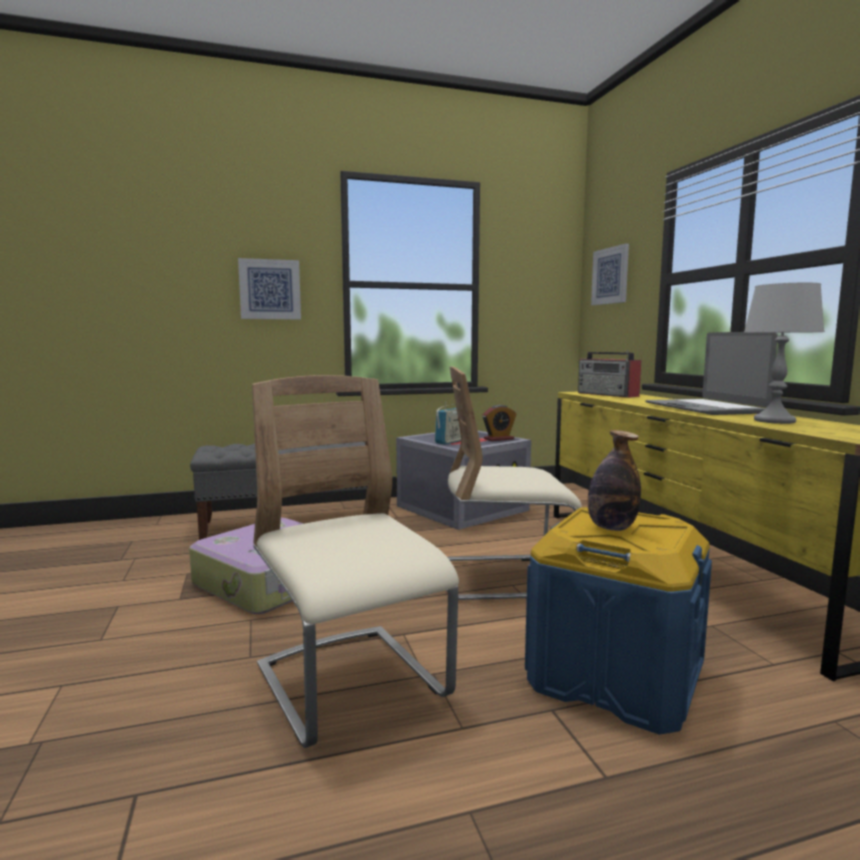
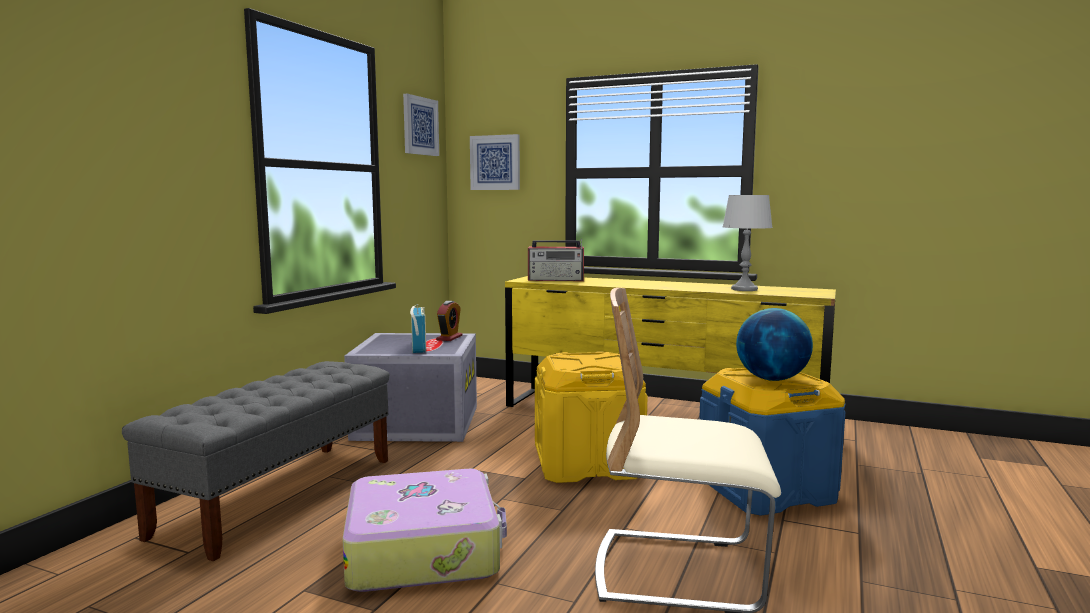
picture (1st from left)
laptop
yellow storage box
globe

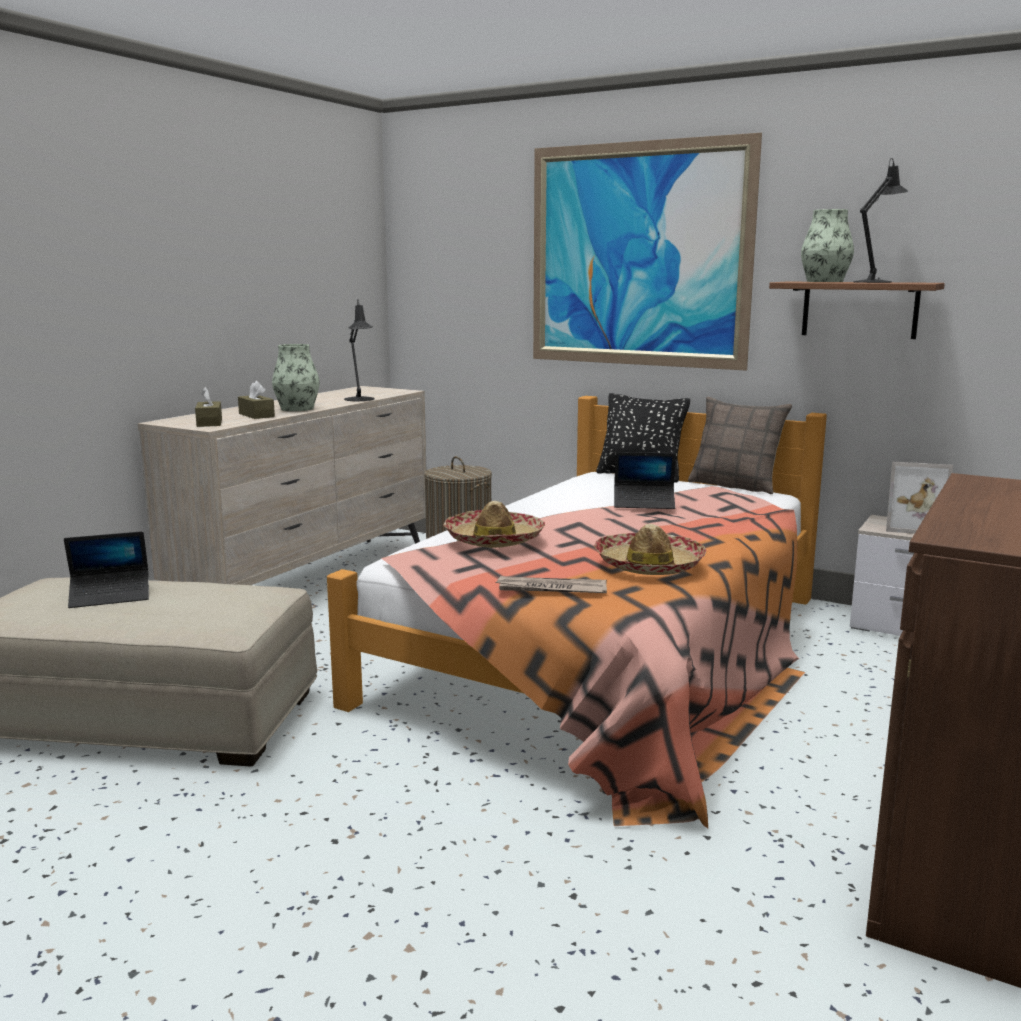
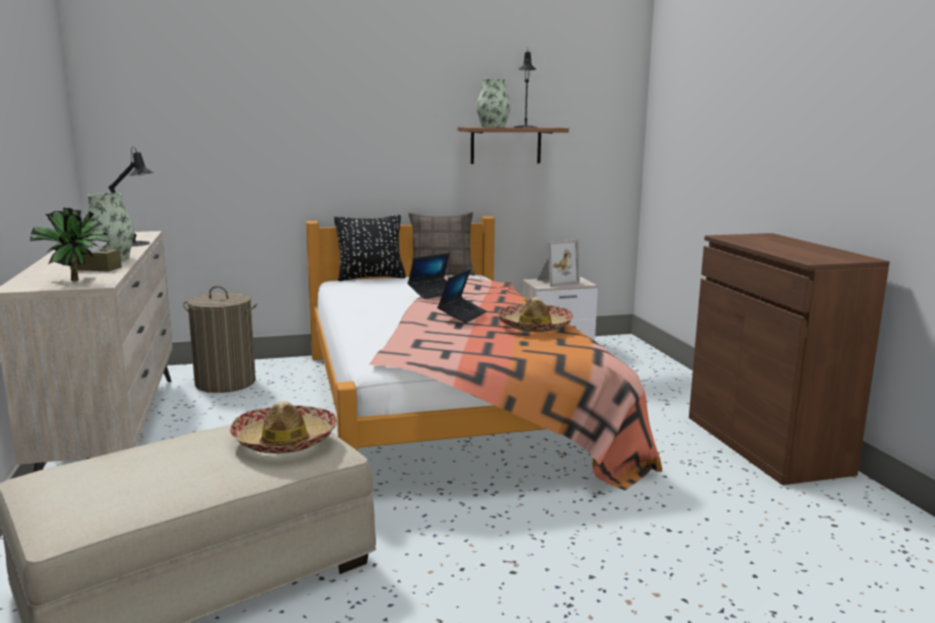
picture
potted plant
hat (1st from left)
laptop (2nd from left)
newspaper

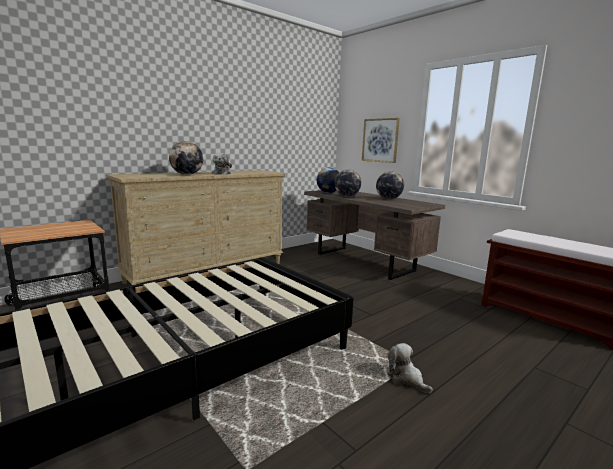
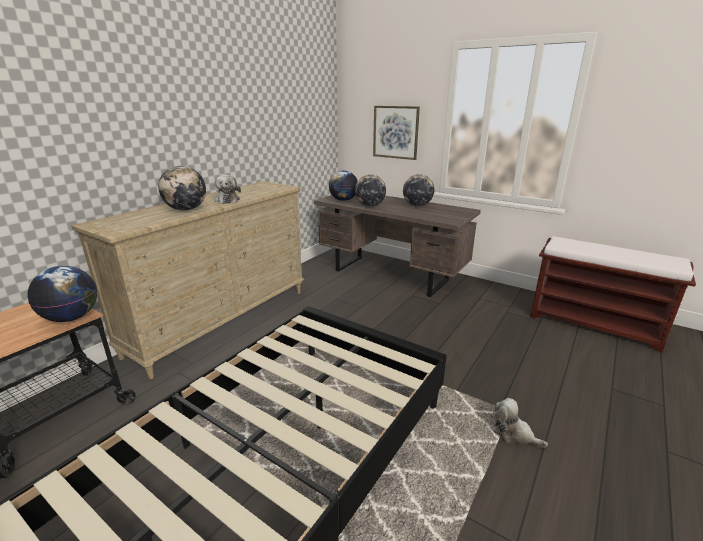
globe (1st from left)

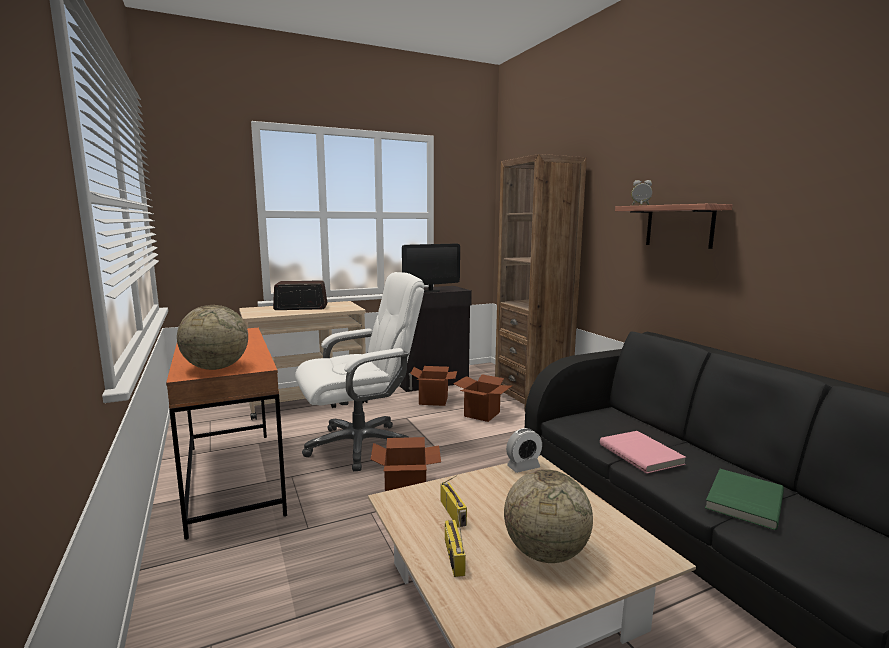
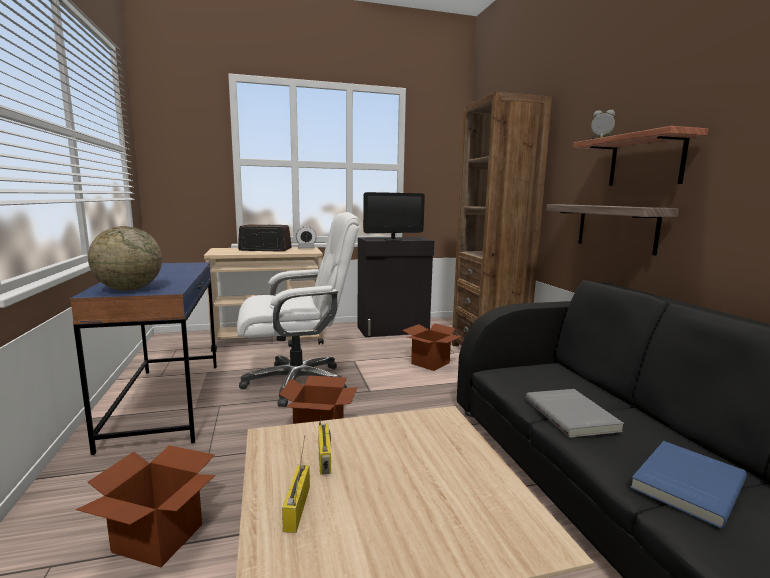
blue desk
cardboard box (1st from left)
alarm clock (1st from left)
grey book
globe (2nd from left in the first image)
blue book
shelf (1st from left)

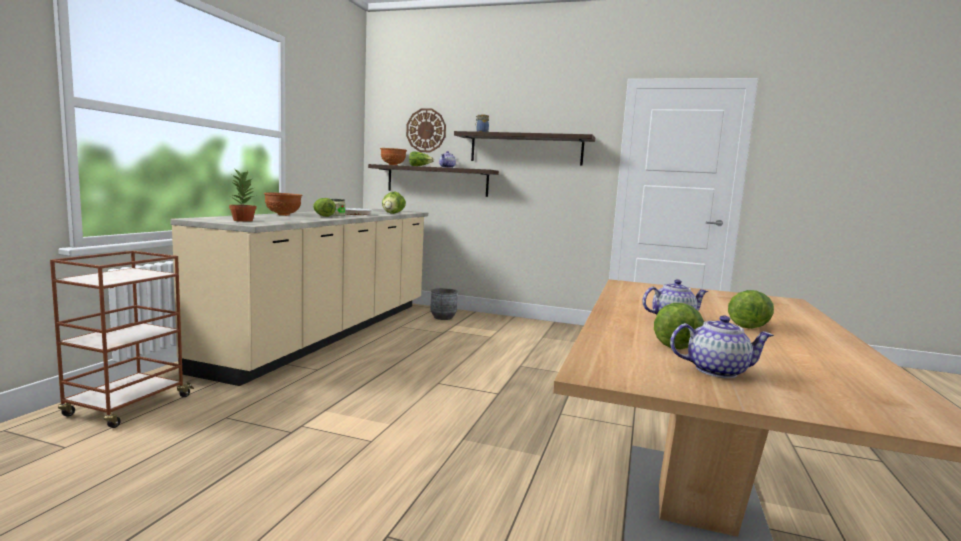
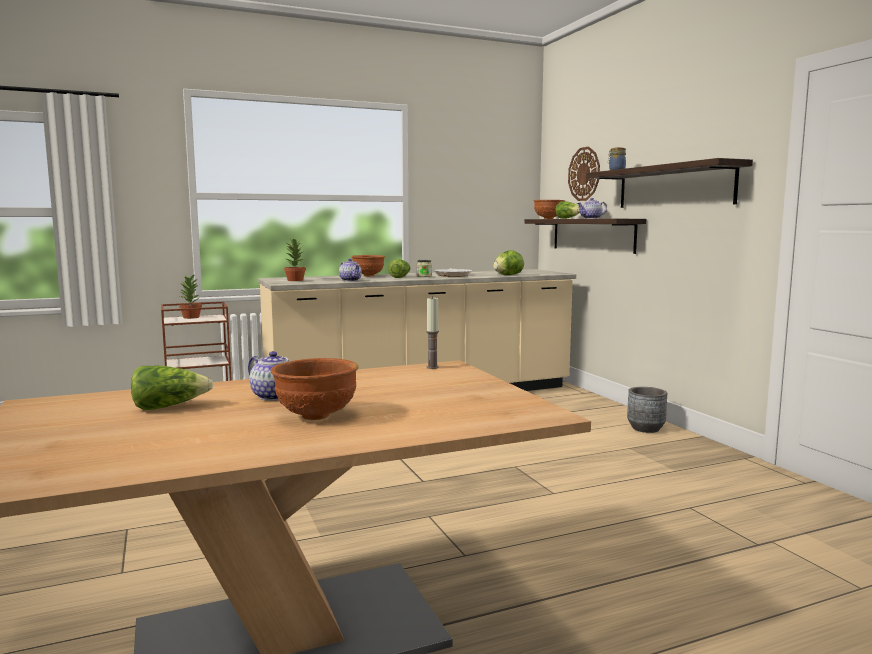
grey planter
brown bowl (1st from left)
teapot (2nd from left)
potted plant (1st from left)
candle

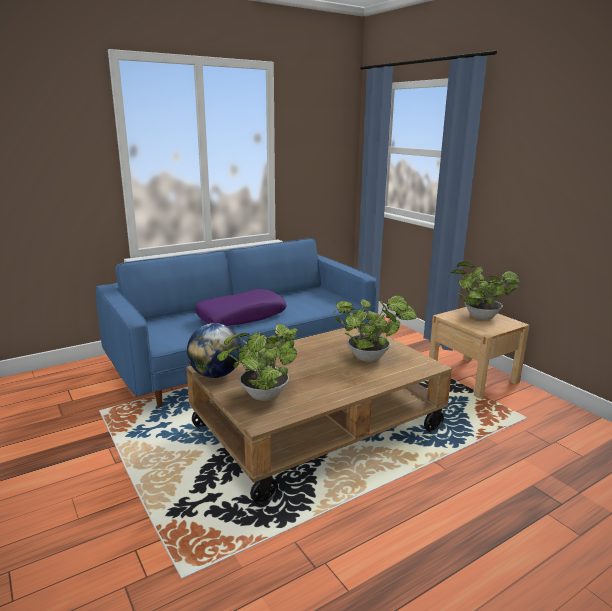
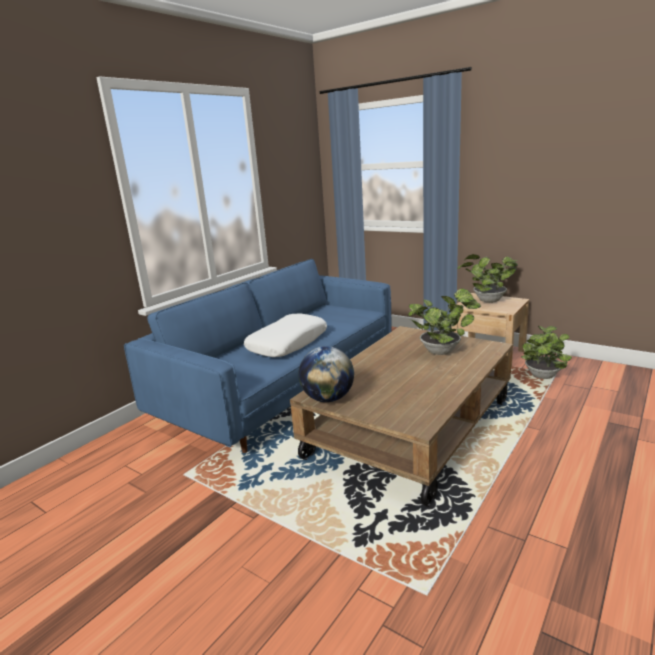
white pillow
potted plant (3rd from left)

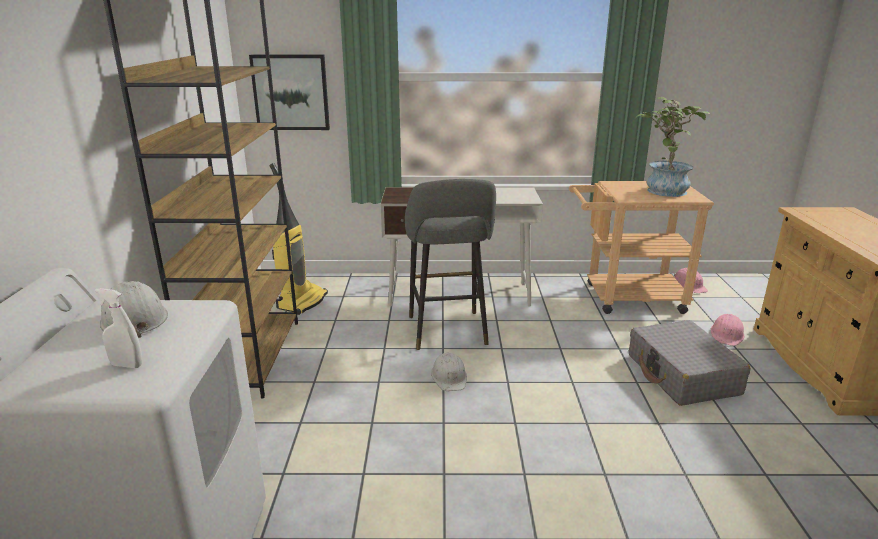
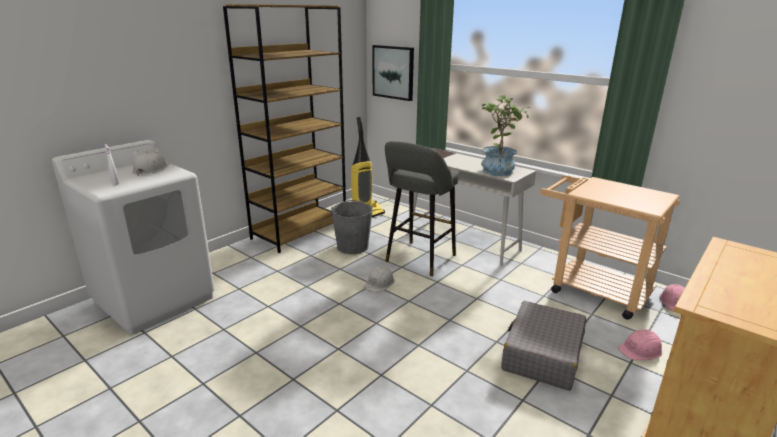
potted plant
grey bucket

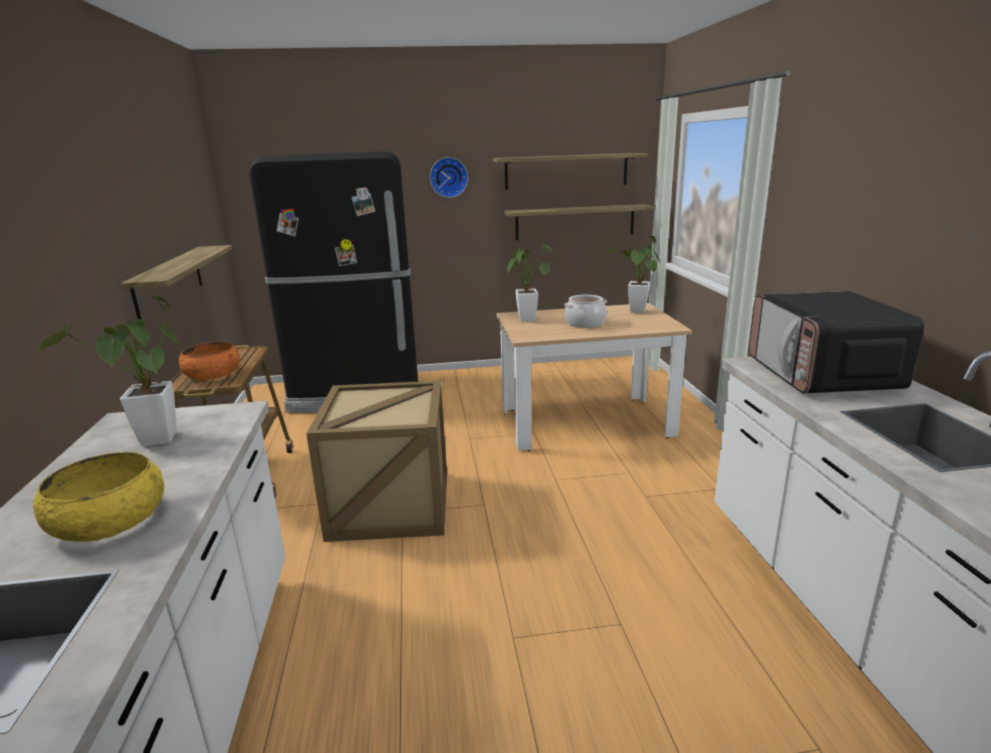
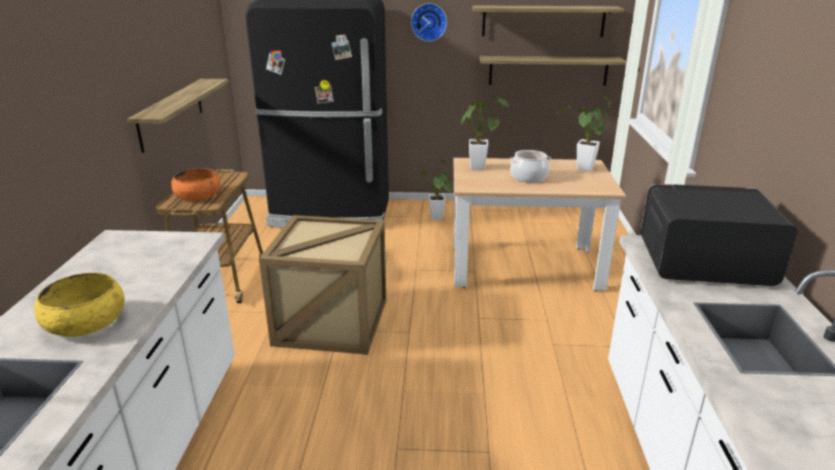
microwave
potted plant (1st from left)

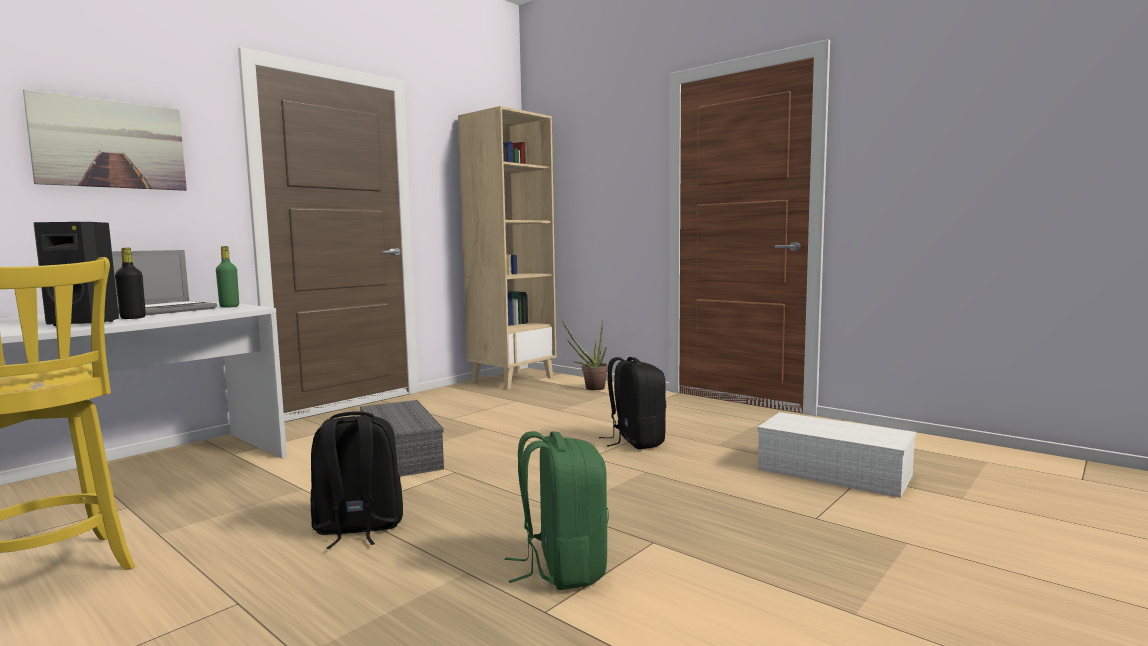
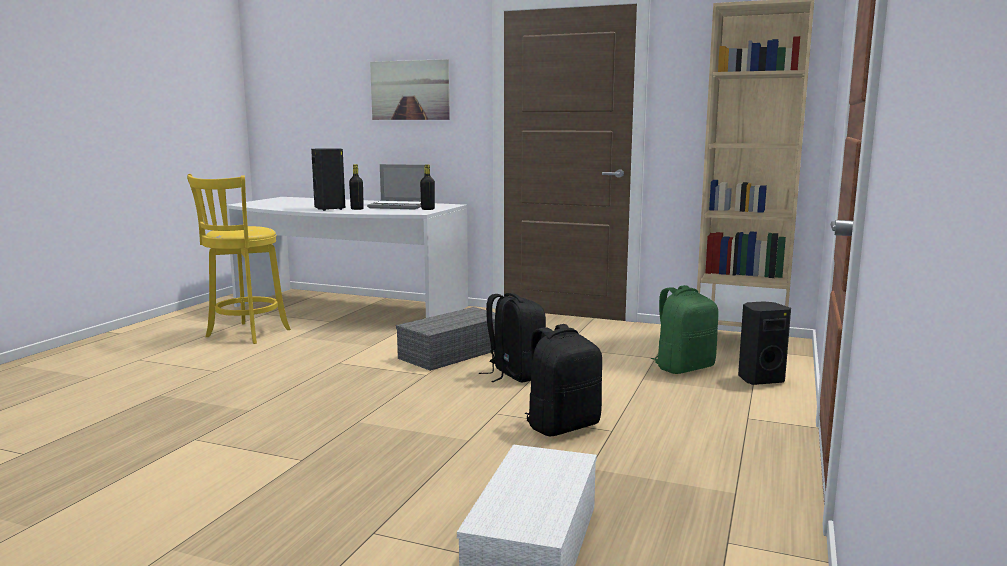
black bottle (2nd from left)
black speaker (2nd from left)
black backpack (1st from left)
green backpack

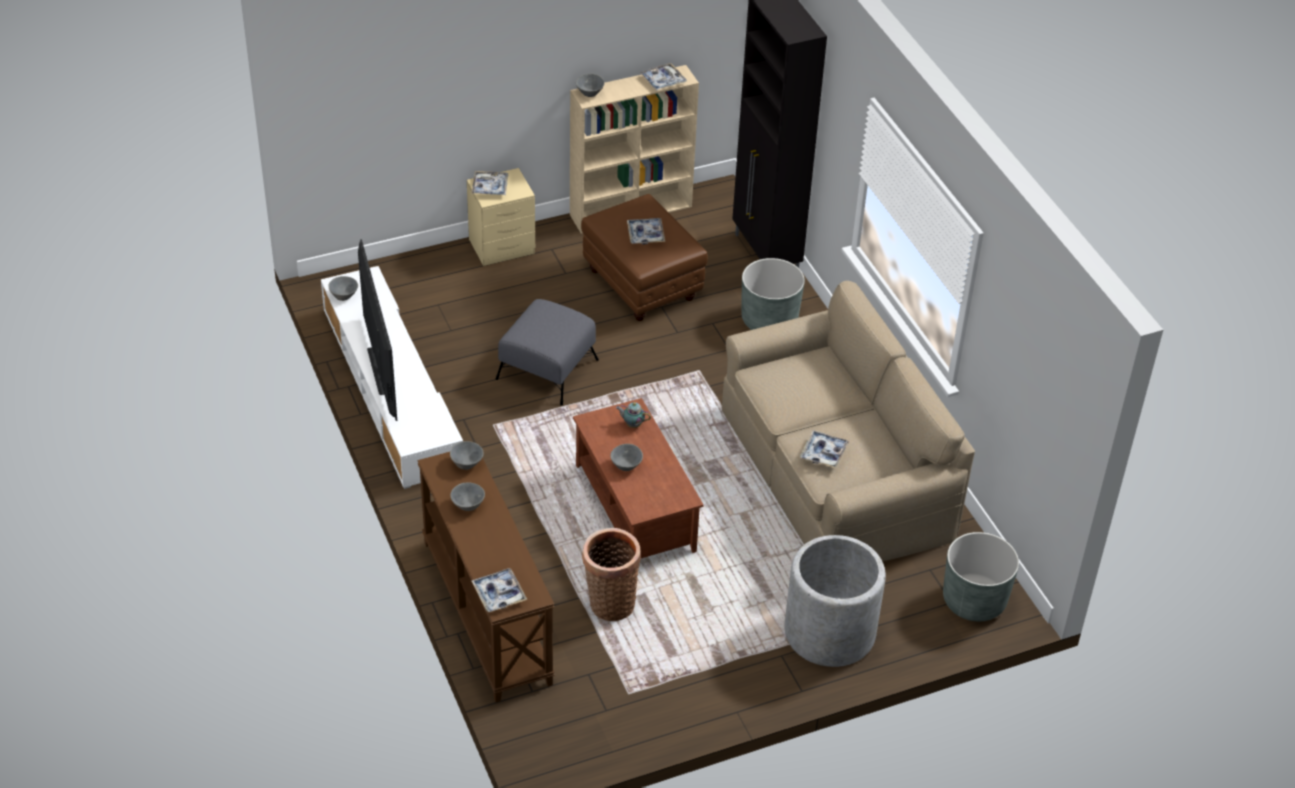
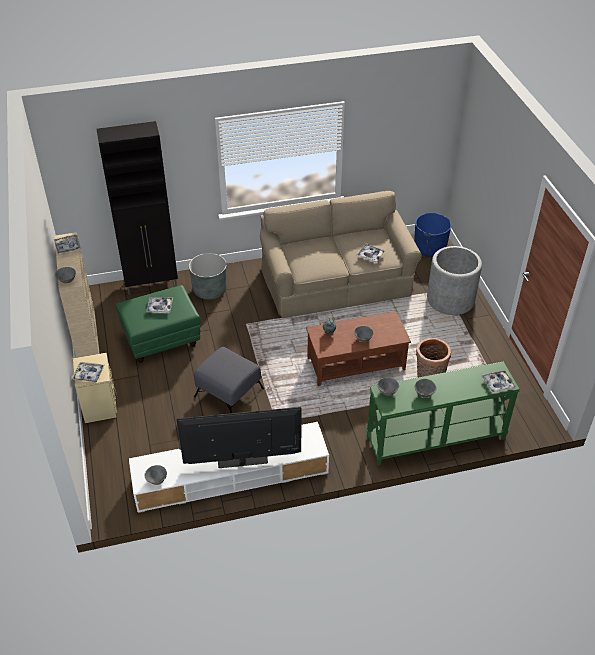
green ottoman
green console table
blue planter

